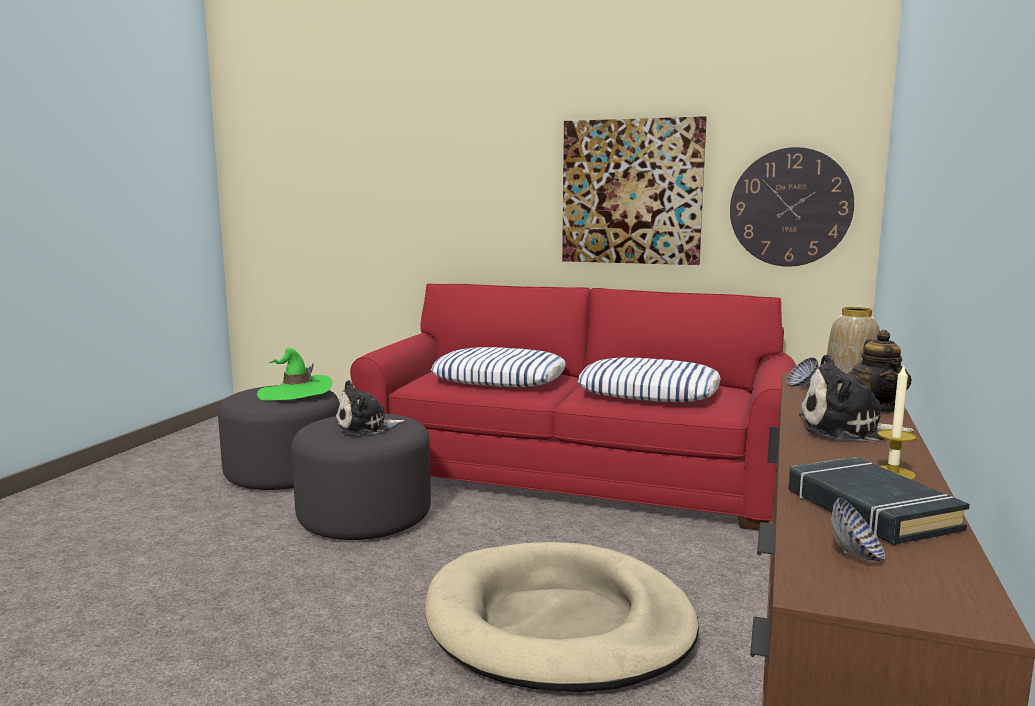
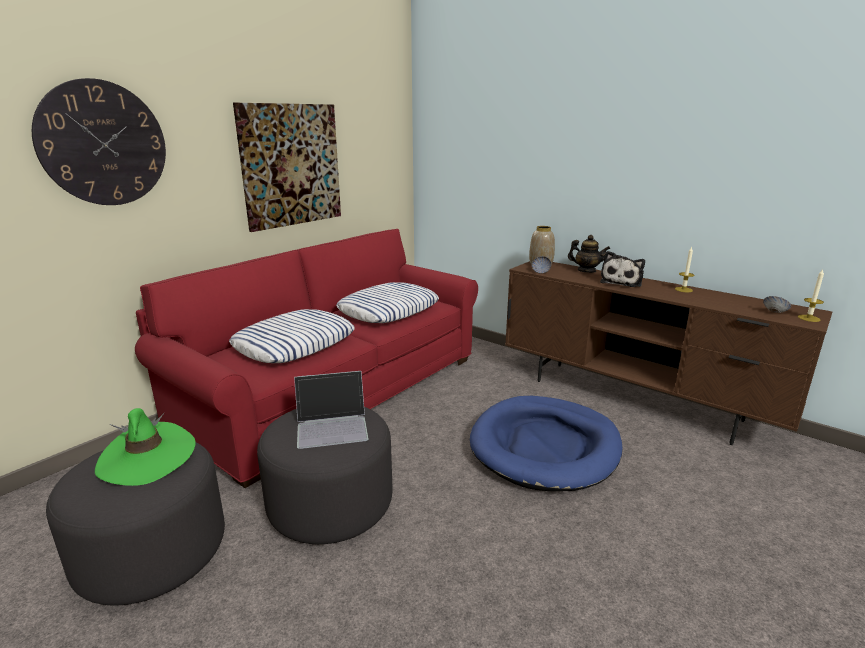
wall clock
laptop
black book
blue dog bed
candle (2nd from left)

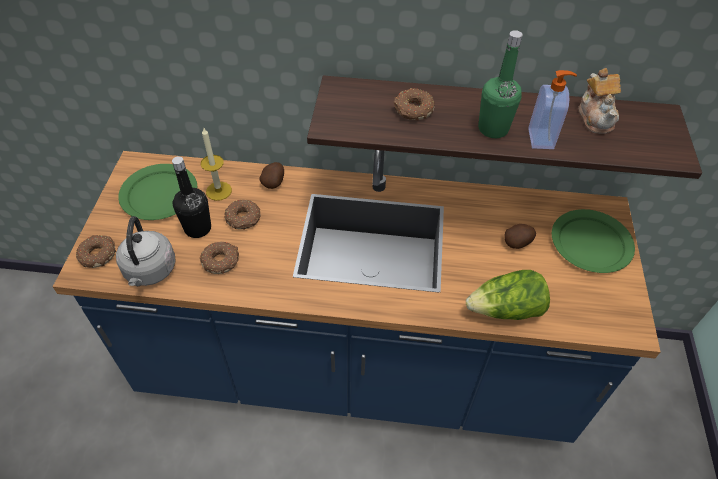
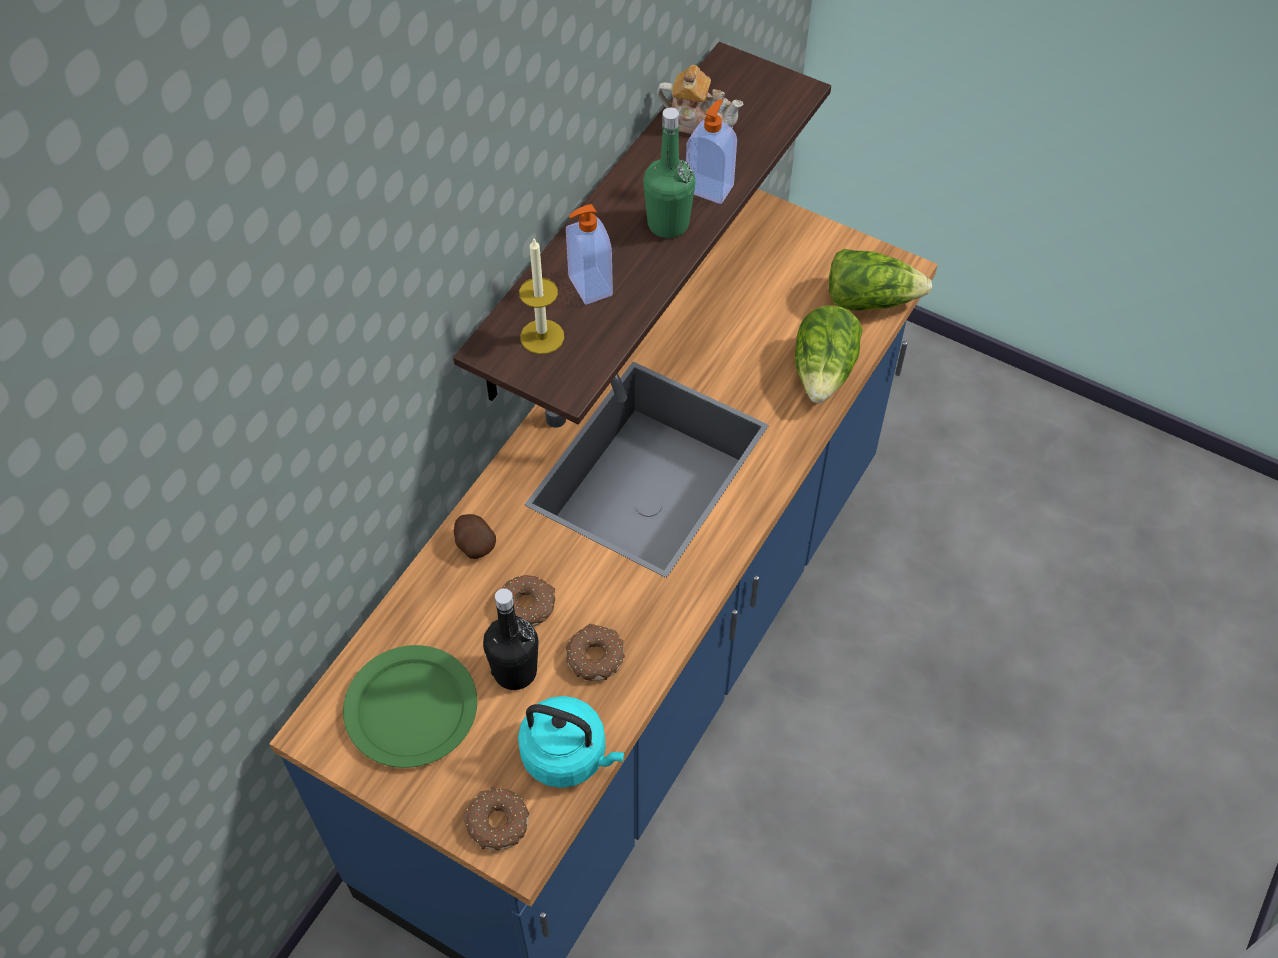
soap dispenser (1st from left)
candle
green plate (2nd from left in the first image)
turquoise kettle
potato (2nd from left in the first image)
lettuce (2nd from left)

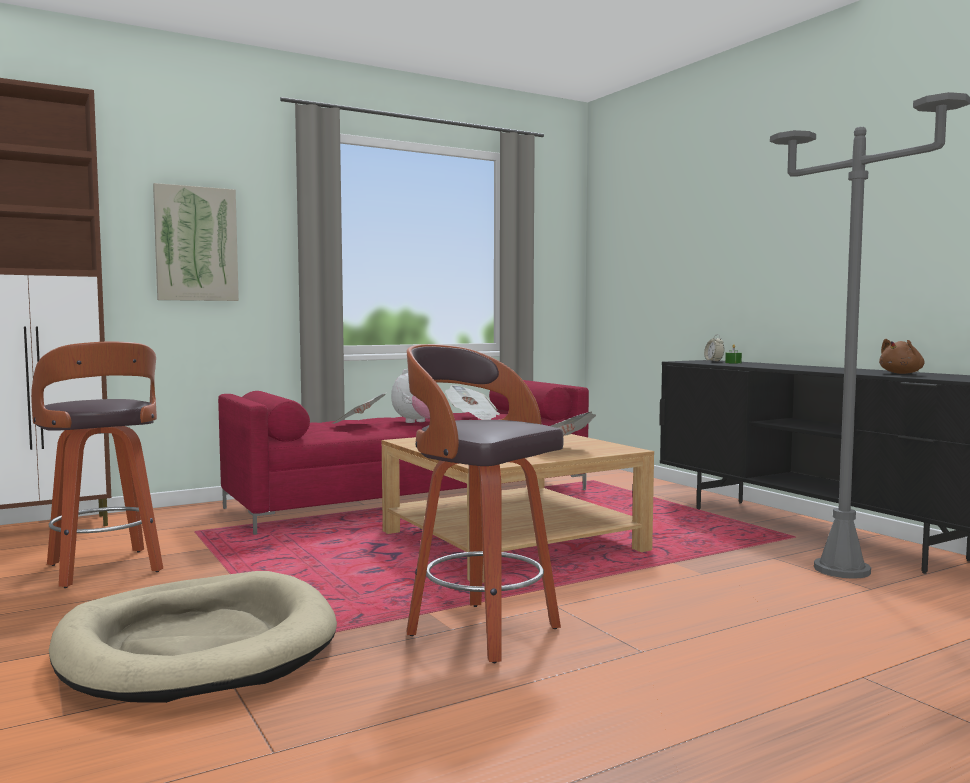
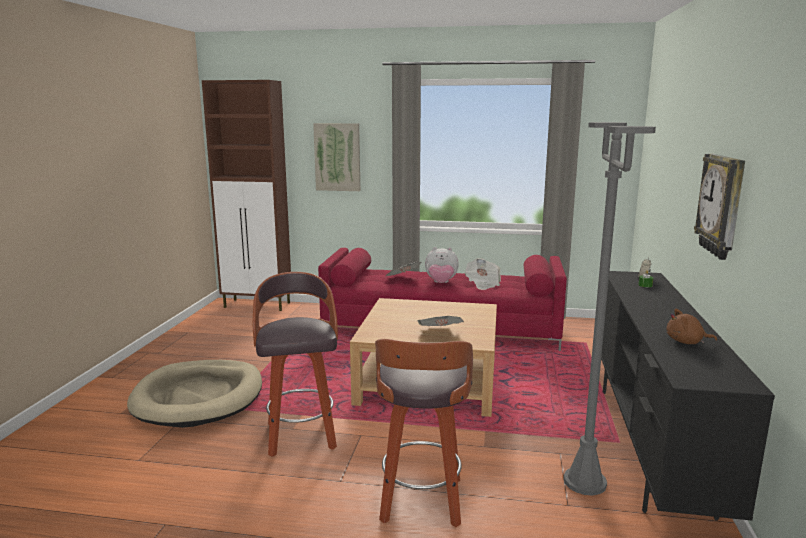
stool (2nd from left)
wall clock

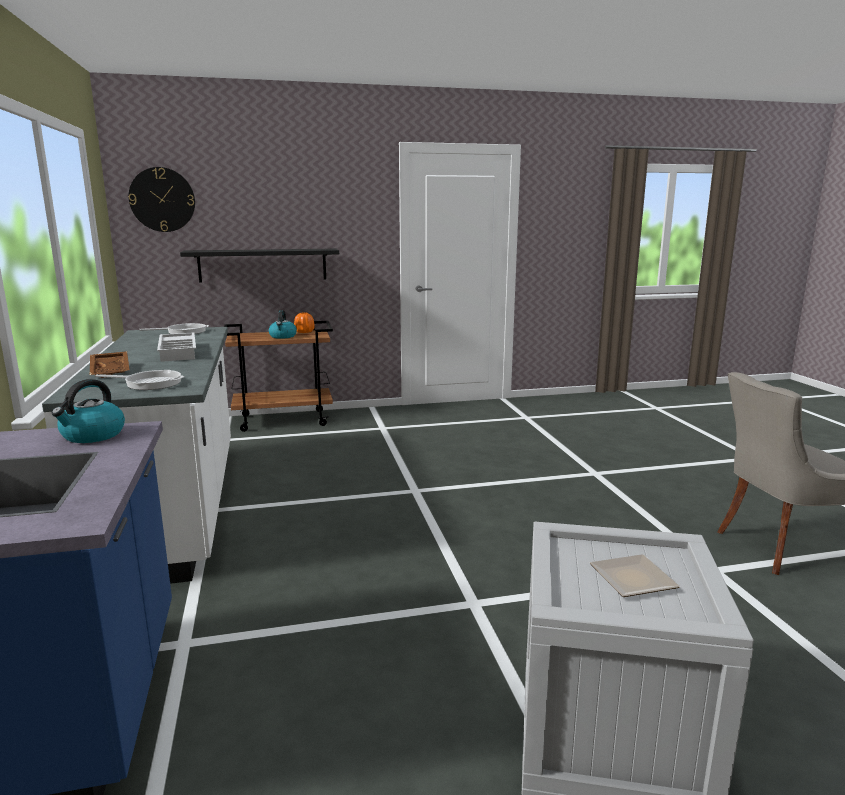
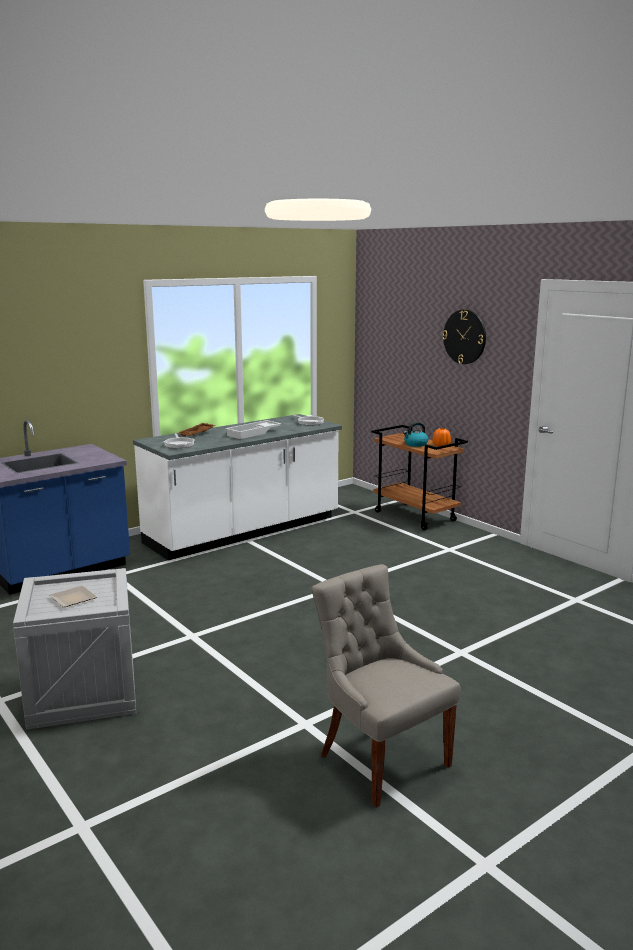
wall clock
black shelf
kettle (1st from left in the first image)

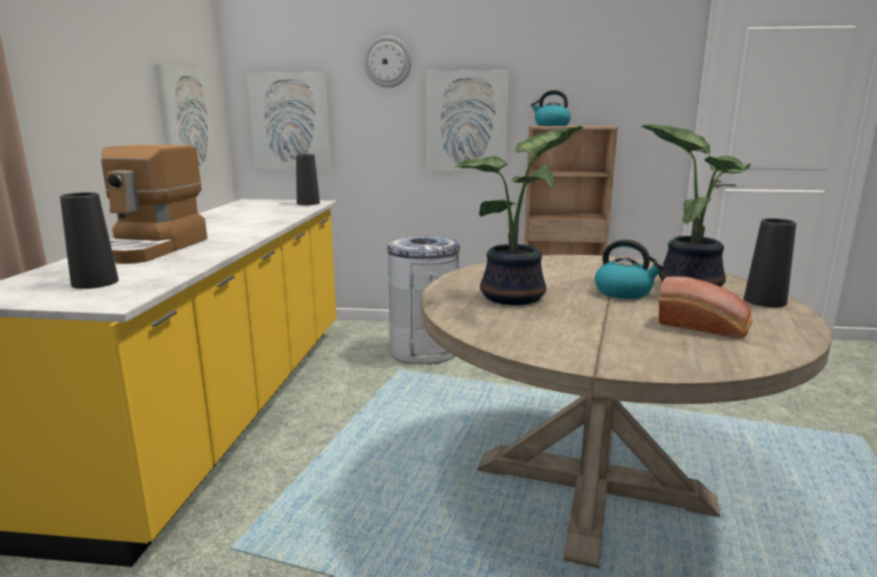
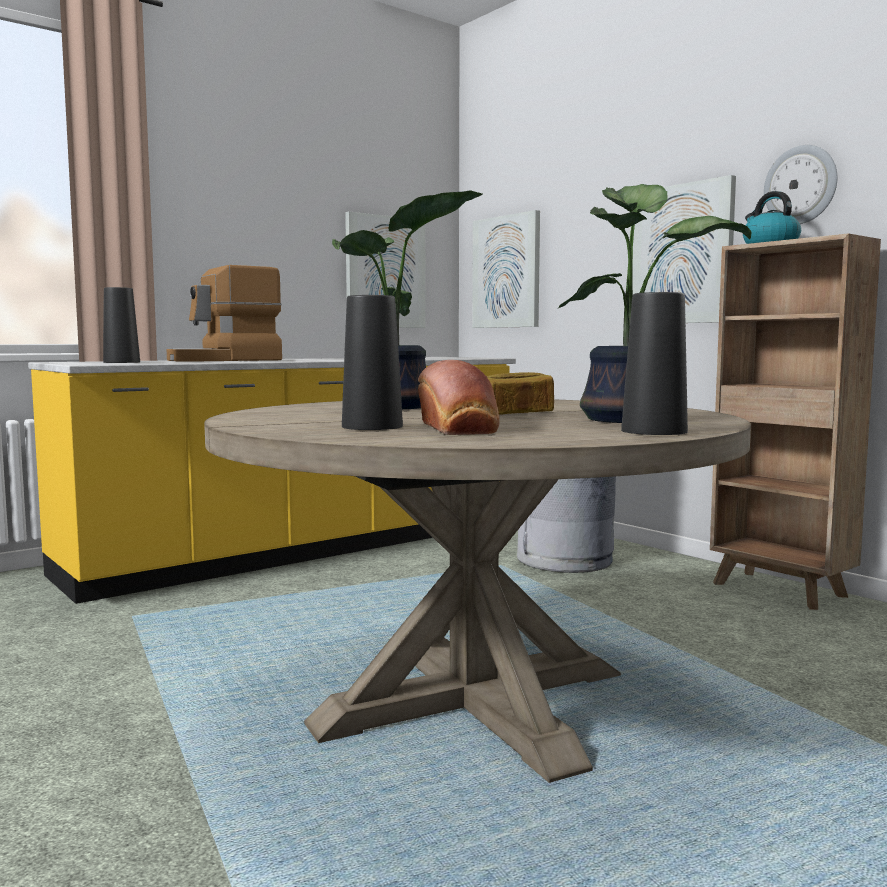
wall clock
black vase (2nd from left)
bread (2nd from left)

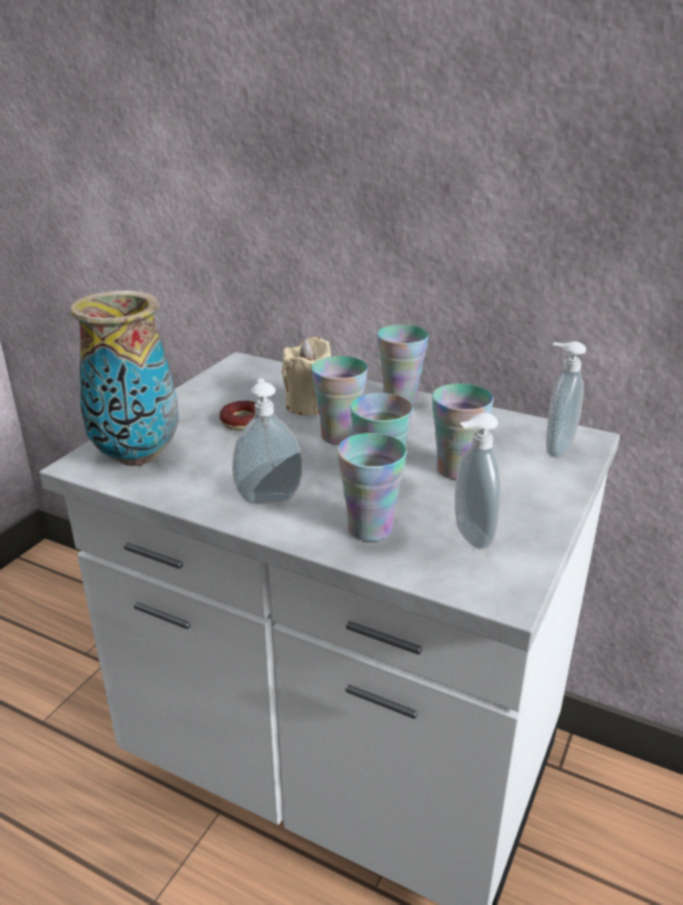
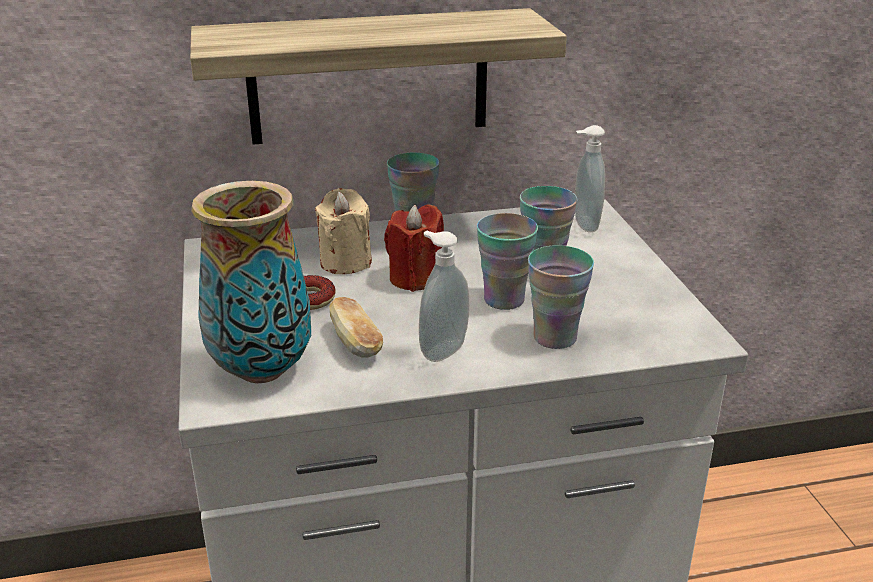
red candle
soap dispenser (2nd from left in the first image)
shelf
bread

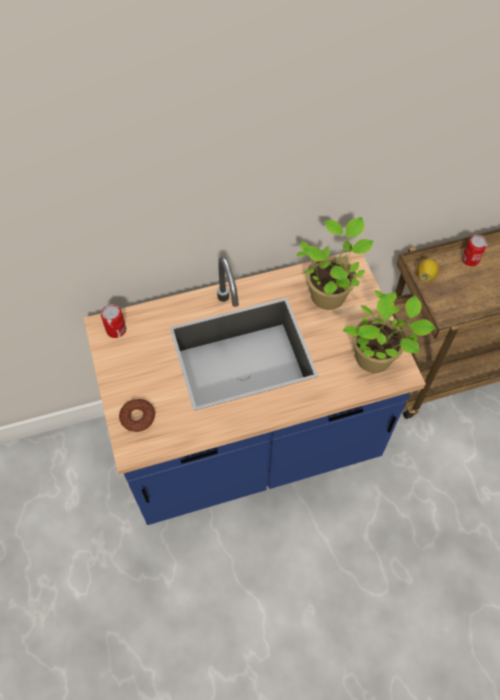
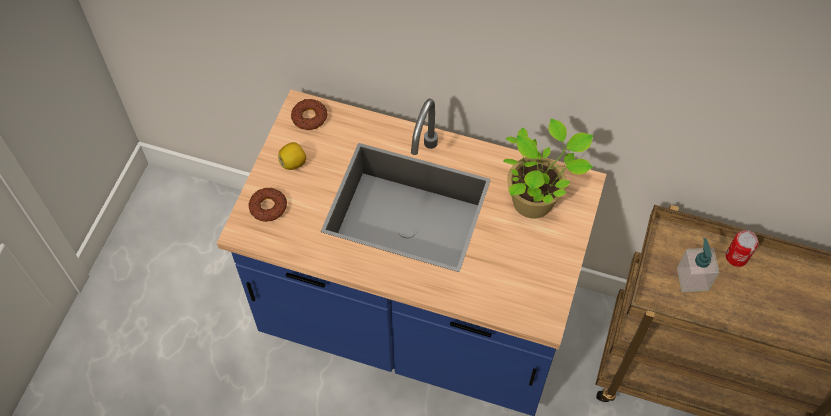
lemon
potted plant (2nd from left in the first image)
donut (2nd from left)
soap dispenser

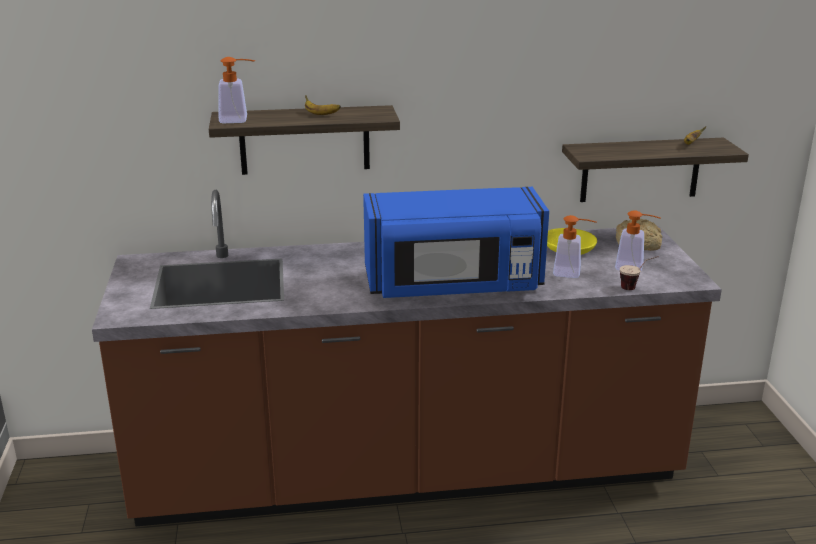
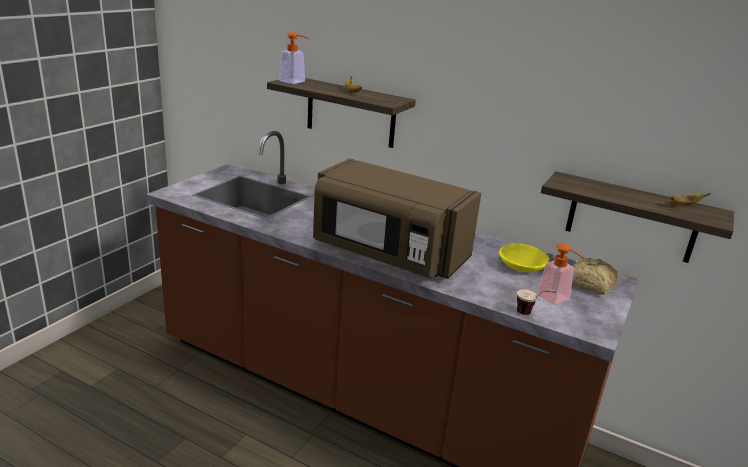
brown microwave
soap dispenser (2nd from left in the first image)

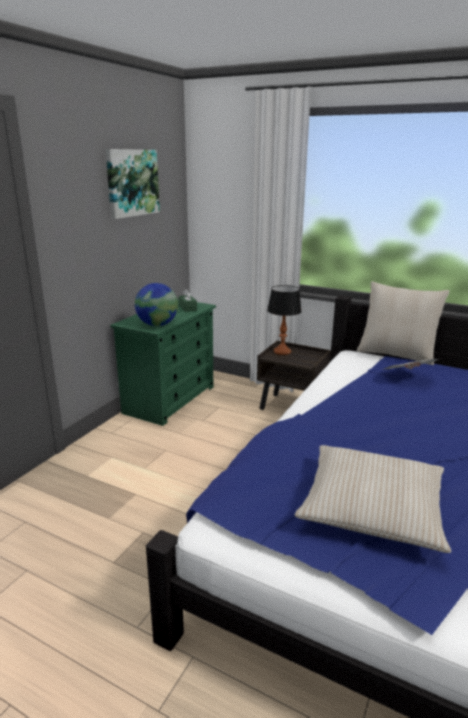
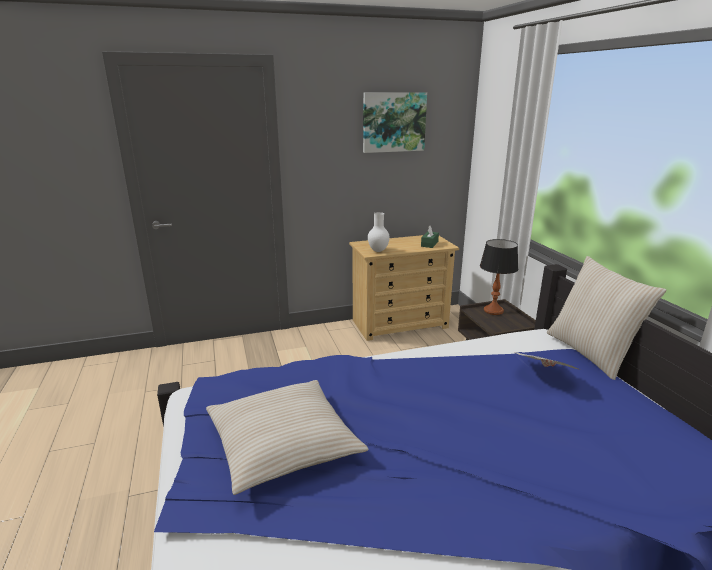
white vase
beige dresser

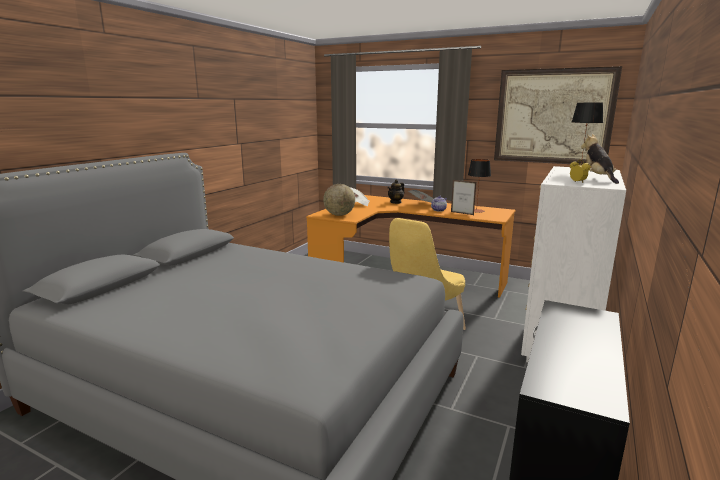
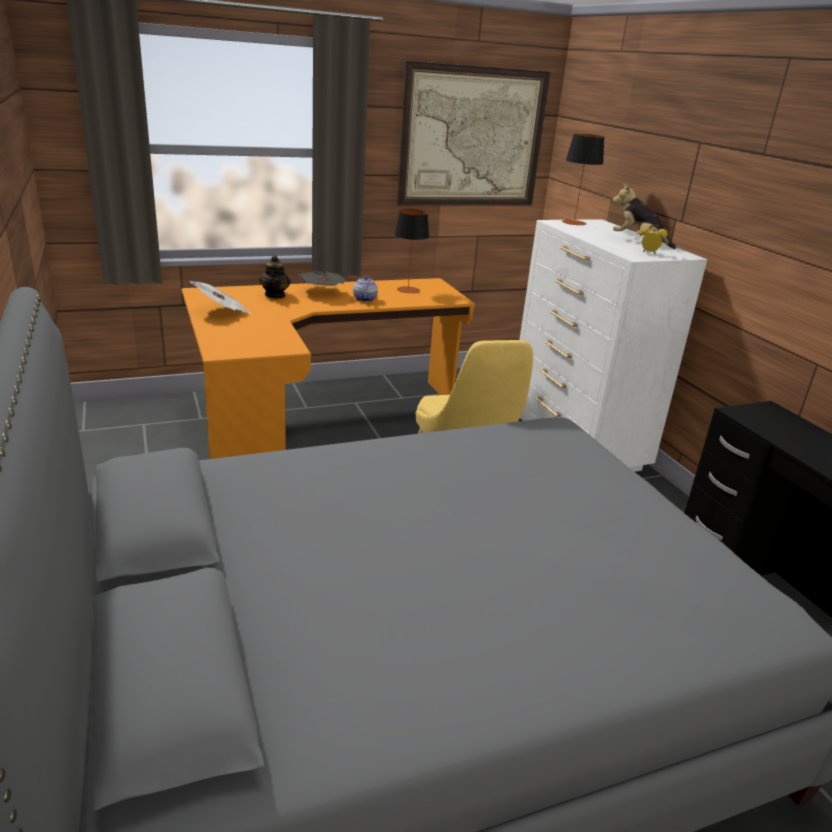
picture frame
globe

